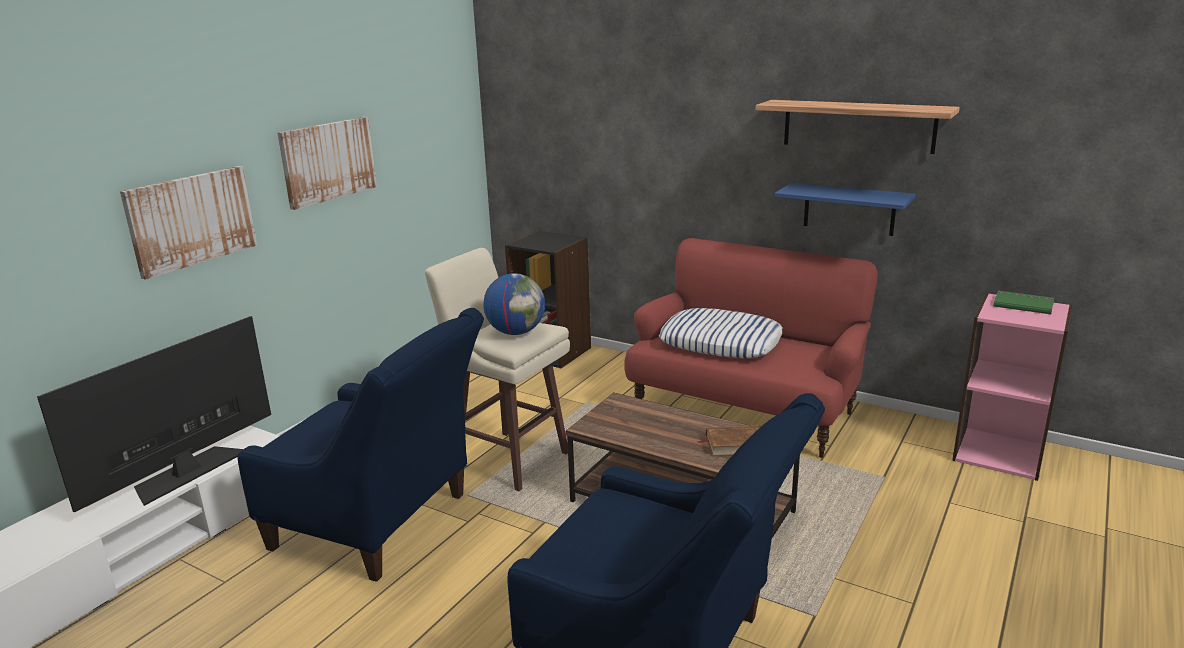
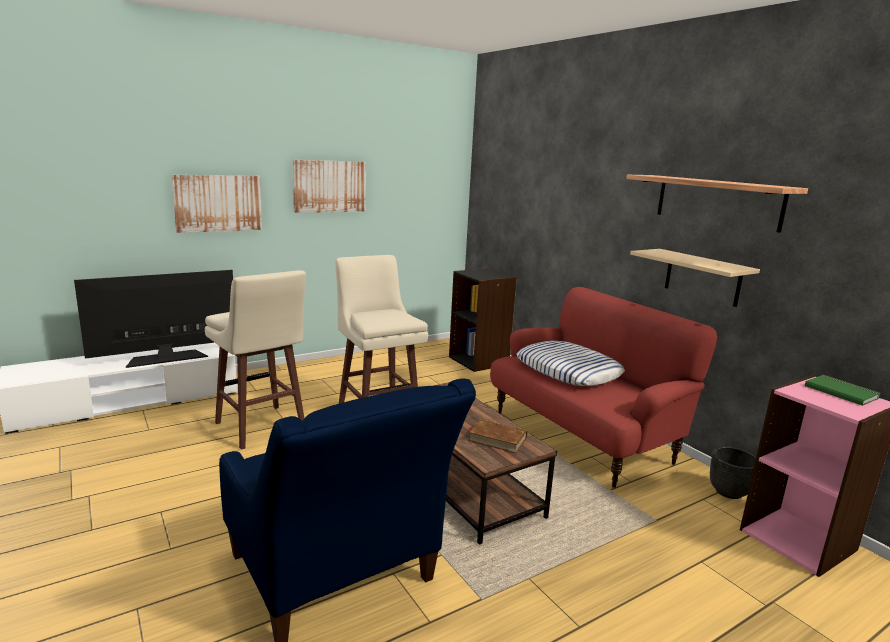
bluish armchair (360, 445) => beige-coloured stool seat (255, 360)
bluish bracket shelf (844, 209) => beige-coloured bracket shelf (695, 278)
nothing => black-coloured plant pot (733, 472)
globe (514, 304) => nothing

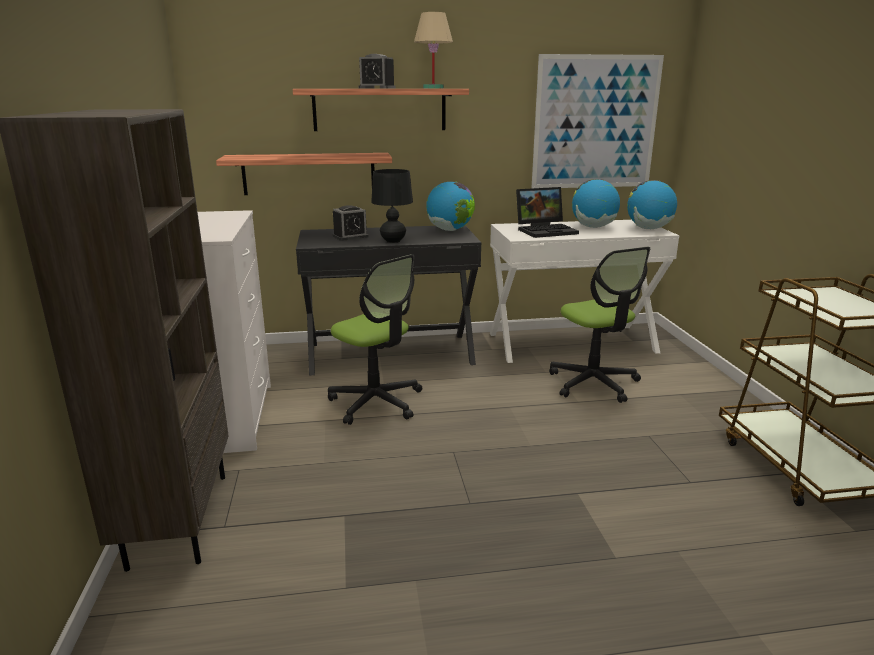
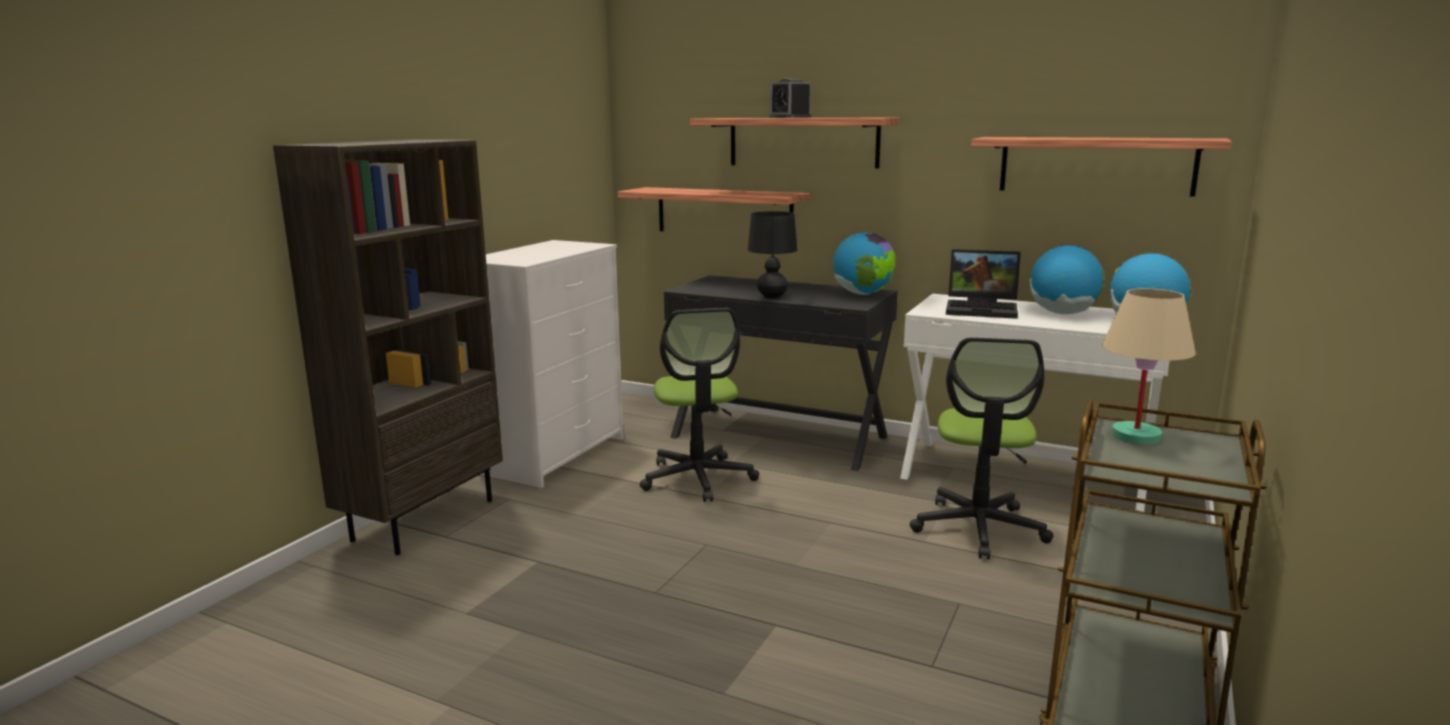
wall picture (598, 121) => bracket shelf (1101, 167)
beige-coloured table lamp (433, 50) => beige-coloured table lamp (1149, 366), move
table clock (351, 223) => nothing

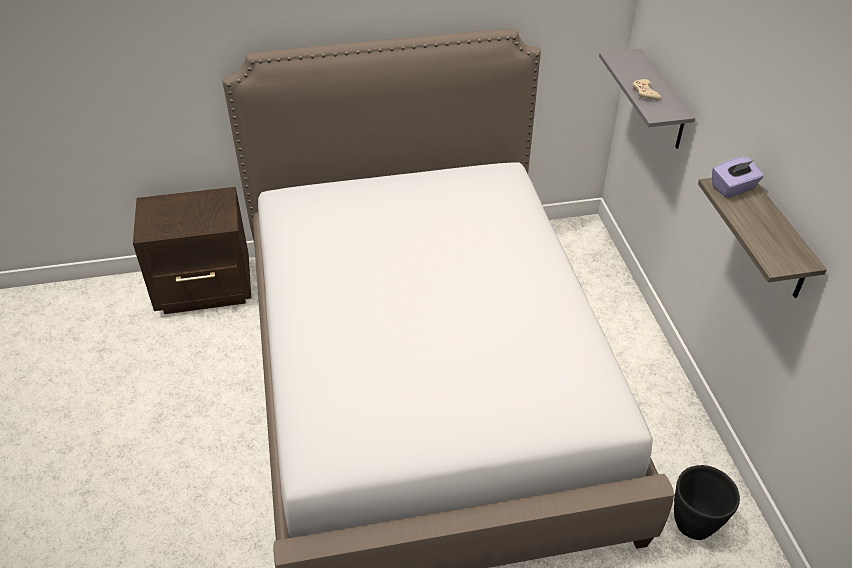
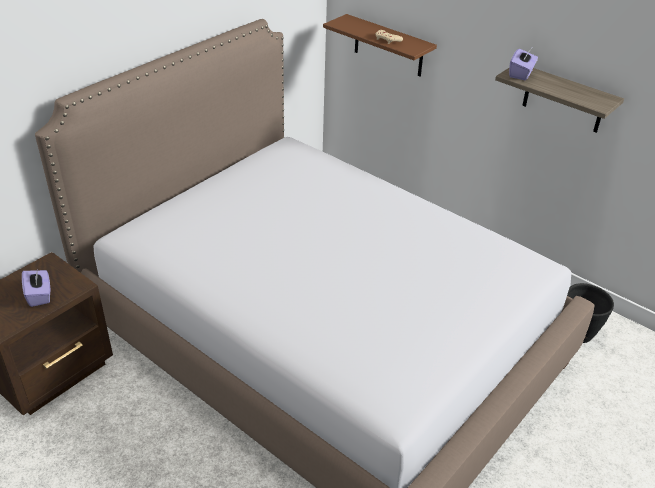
nothing => purple-coloured tissue box (36, 287)
grey bracket shelf (647, 99) => brown bracket shelf (380, 45)

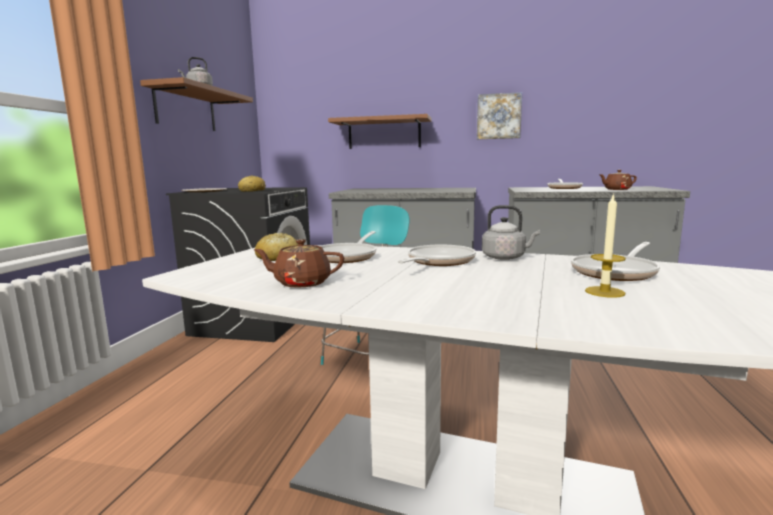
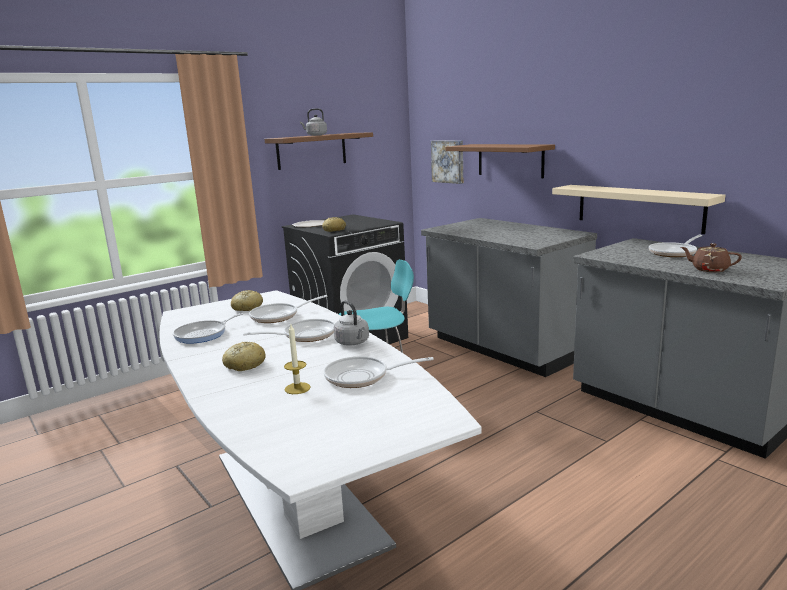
brown teapot (298, 263) => frying pan (208, 328)
nothing => bread (244, 356)
wall picture (499, 115) => wall picture (447, 162), move
nothing => beige-coloured bracket shelf (638, 209)

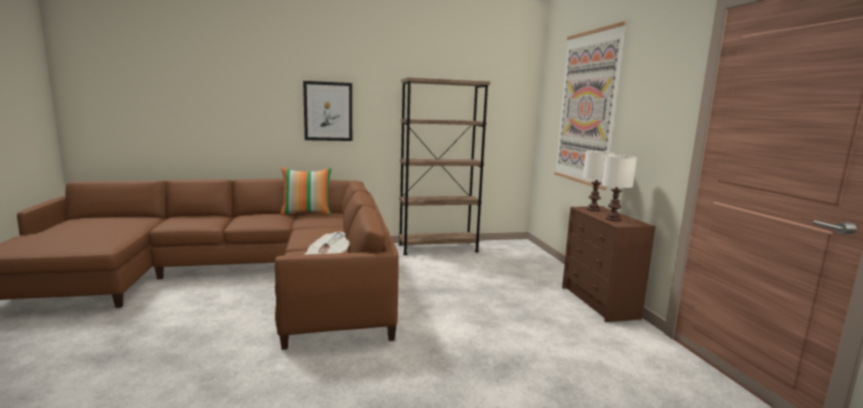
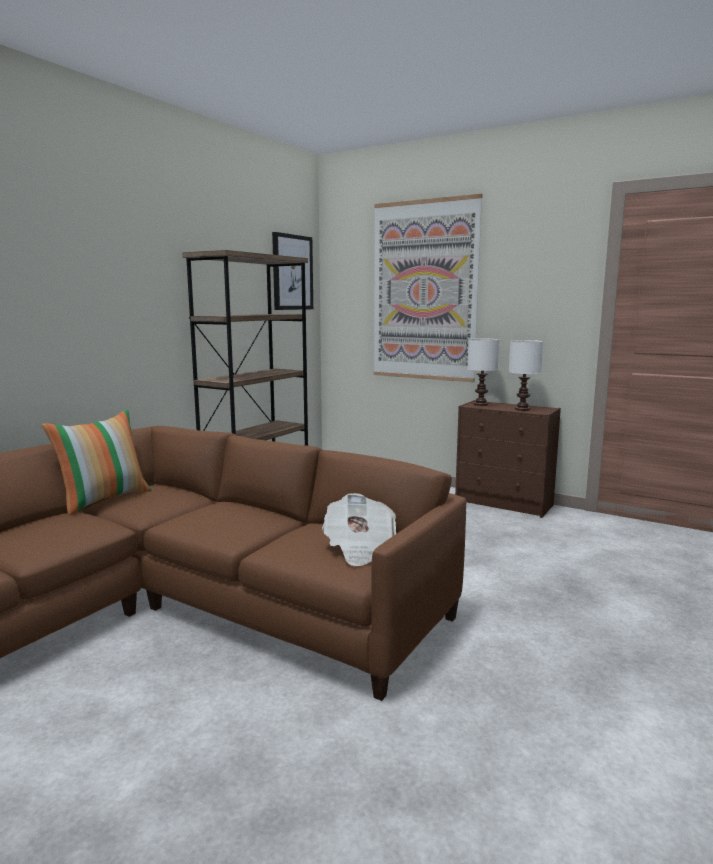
wall picture (327, 111) => wall picture (292, 271), move

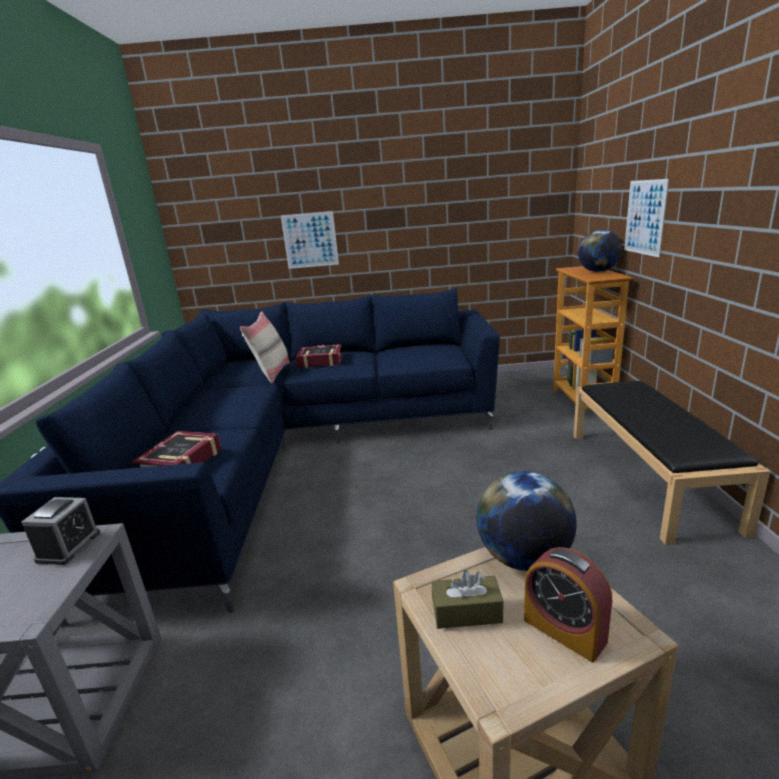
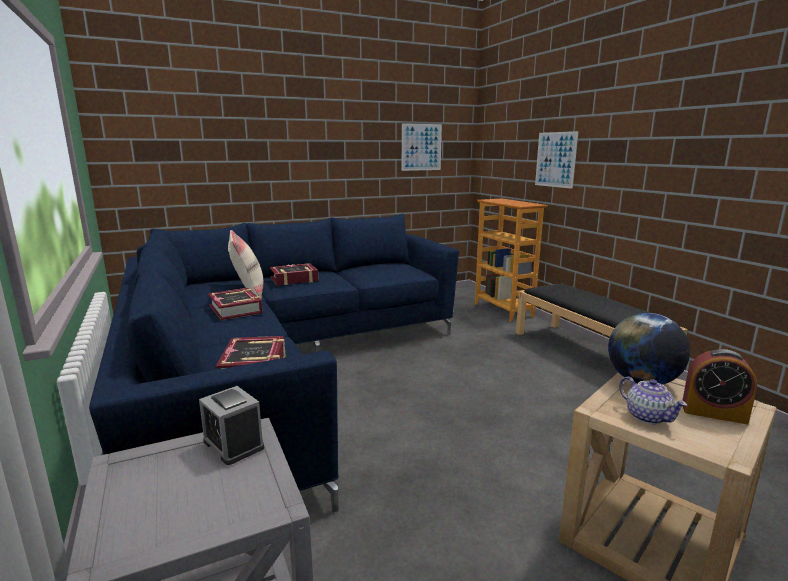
table clock (60, 531) => table clock (231, 425), 150 degrees clockwise
nothing => volume (235, 304)
wall picture (310, 240) => wall picture (422, 147), move
brown tissue box (467, 599) => teapot (653, 400)
globe (600, 251) => nothing

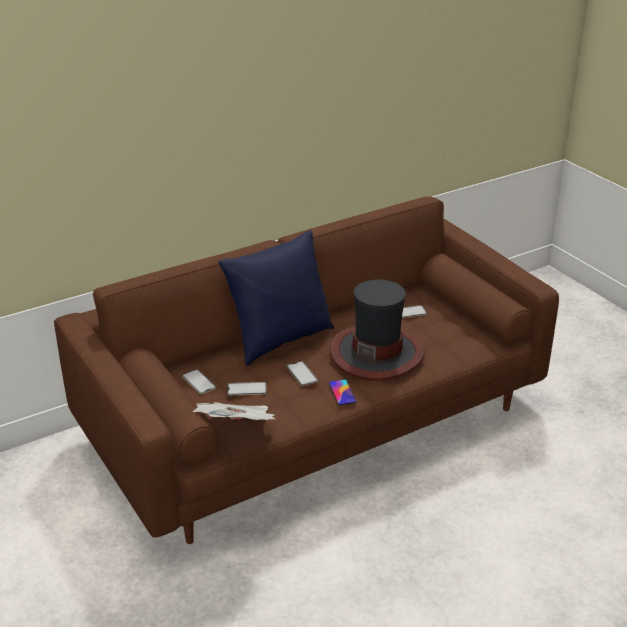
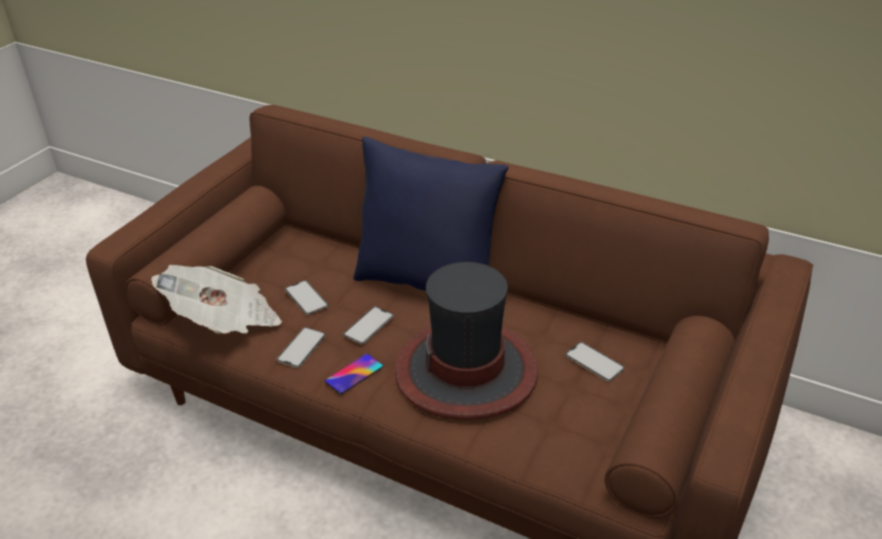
handset (199, 381) => handset (301, 347), move

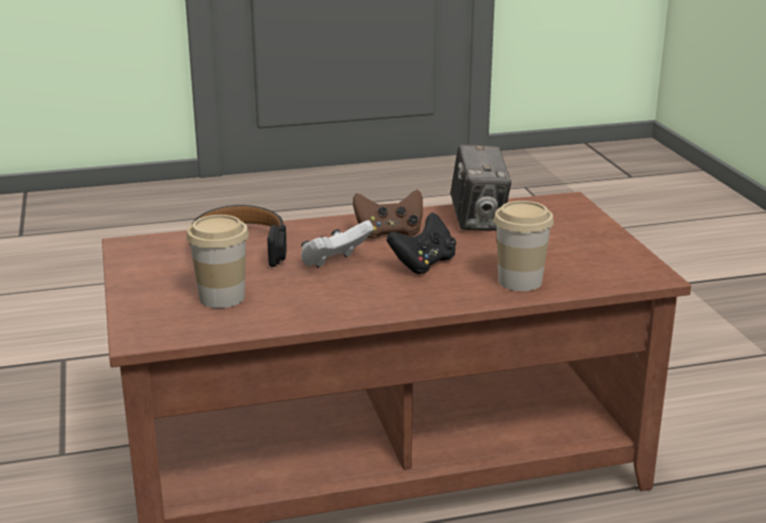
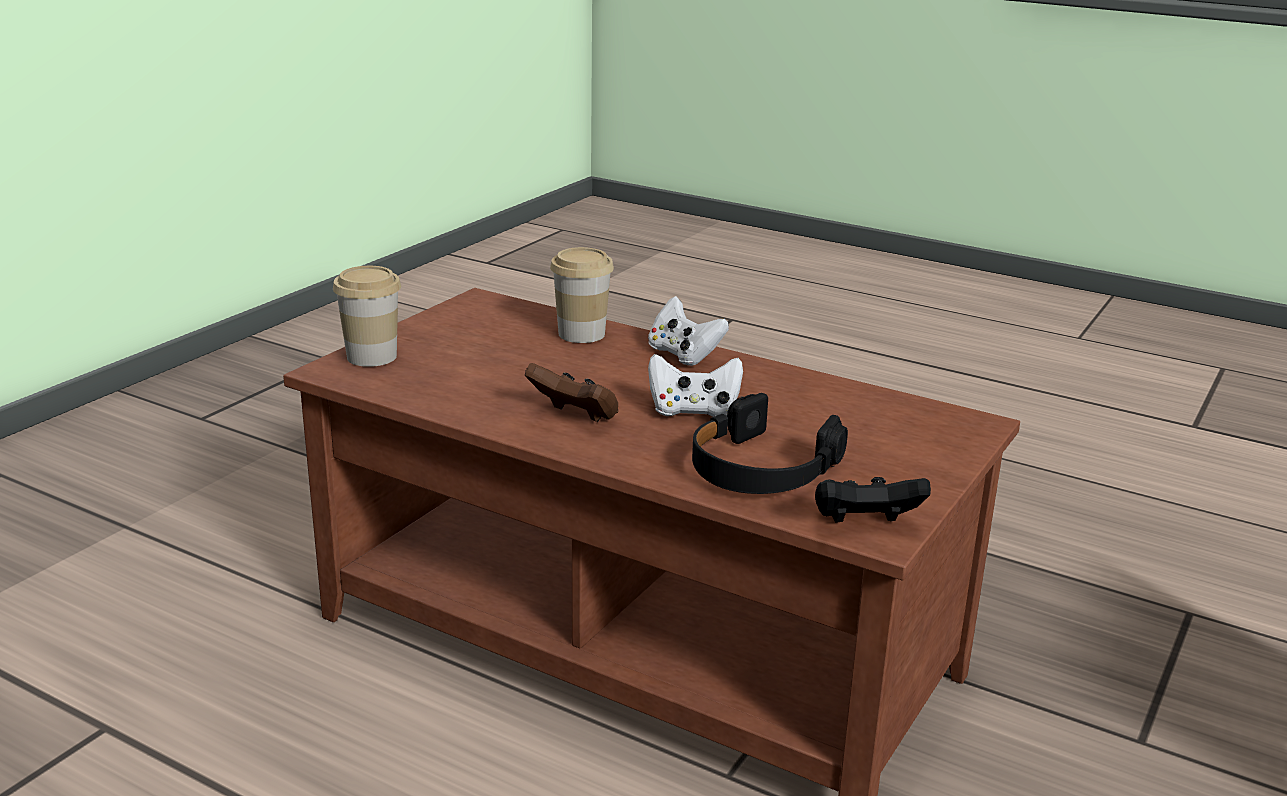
cup (218, 261) => cup (367, 316), move
nothing => whitish joypad (688, 331)
black-coloured joypad (421, 243) => black-coloured joypad (873, 500), move
still camera (481, 187) => nothing

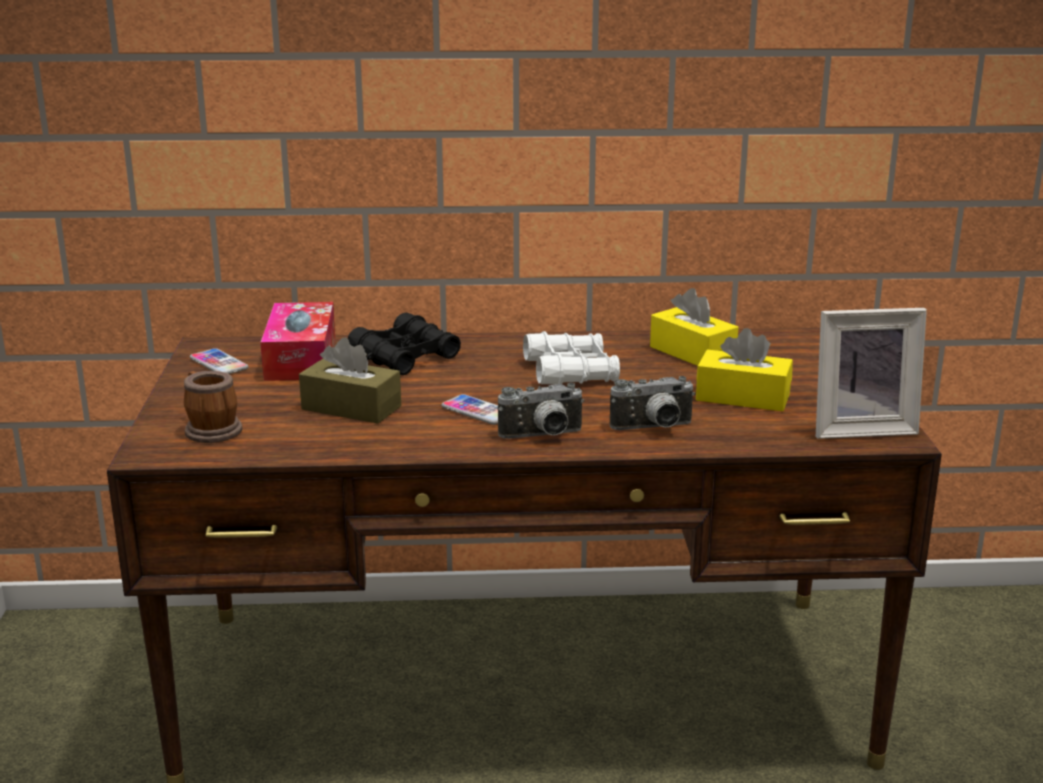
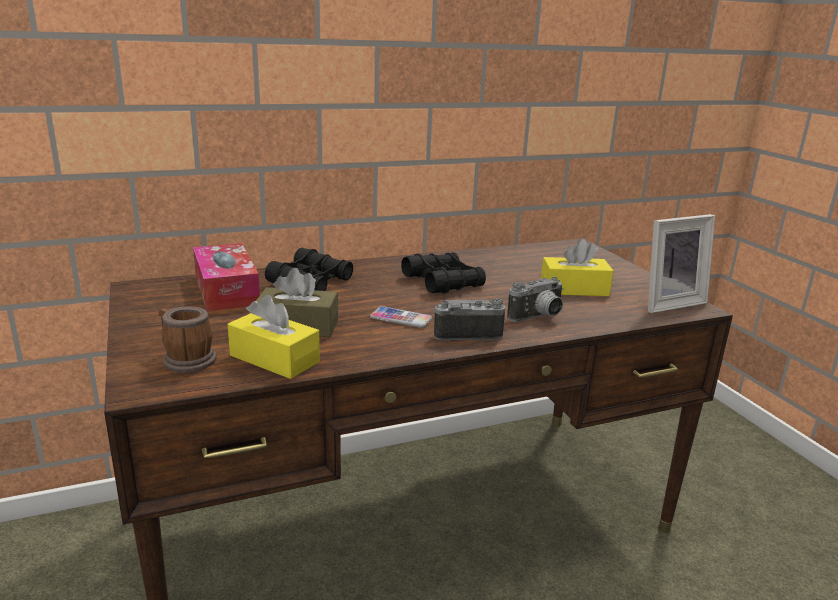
yellow-coloured tissue box (694, 327) => yellow-coloured tissue box (274, 337), move
whitish binoculars (571, 357) => black-coloured binoculars (443, 272)
still camera (541, 411) => still camera (469, 319), 150 degrees counterclockwise
handset (219, 361) => nothing

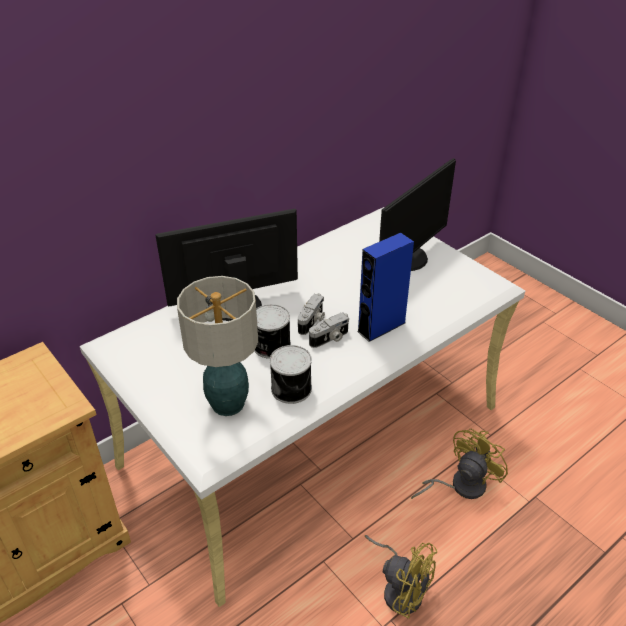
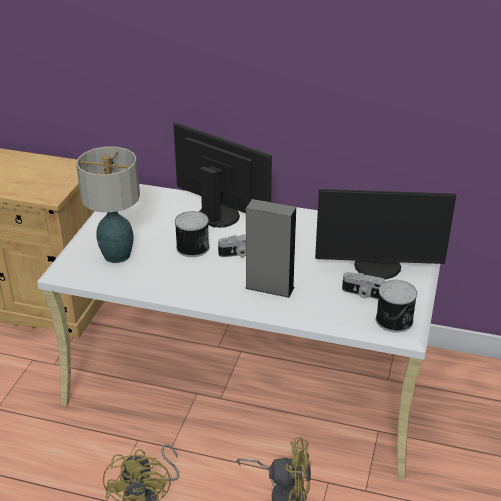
bluish speaker (385, 287) => grey speaker (270, 248)
still camera (329, 330) => still camera (364, 285), move
metal can (291, 374) => metal can (396, 306), move

